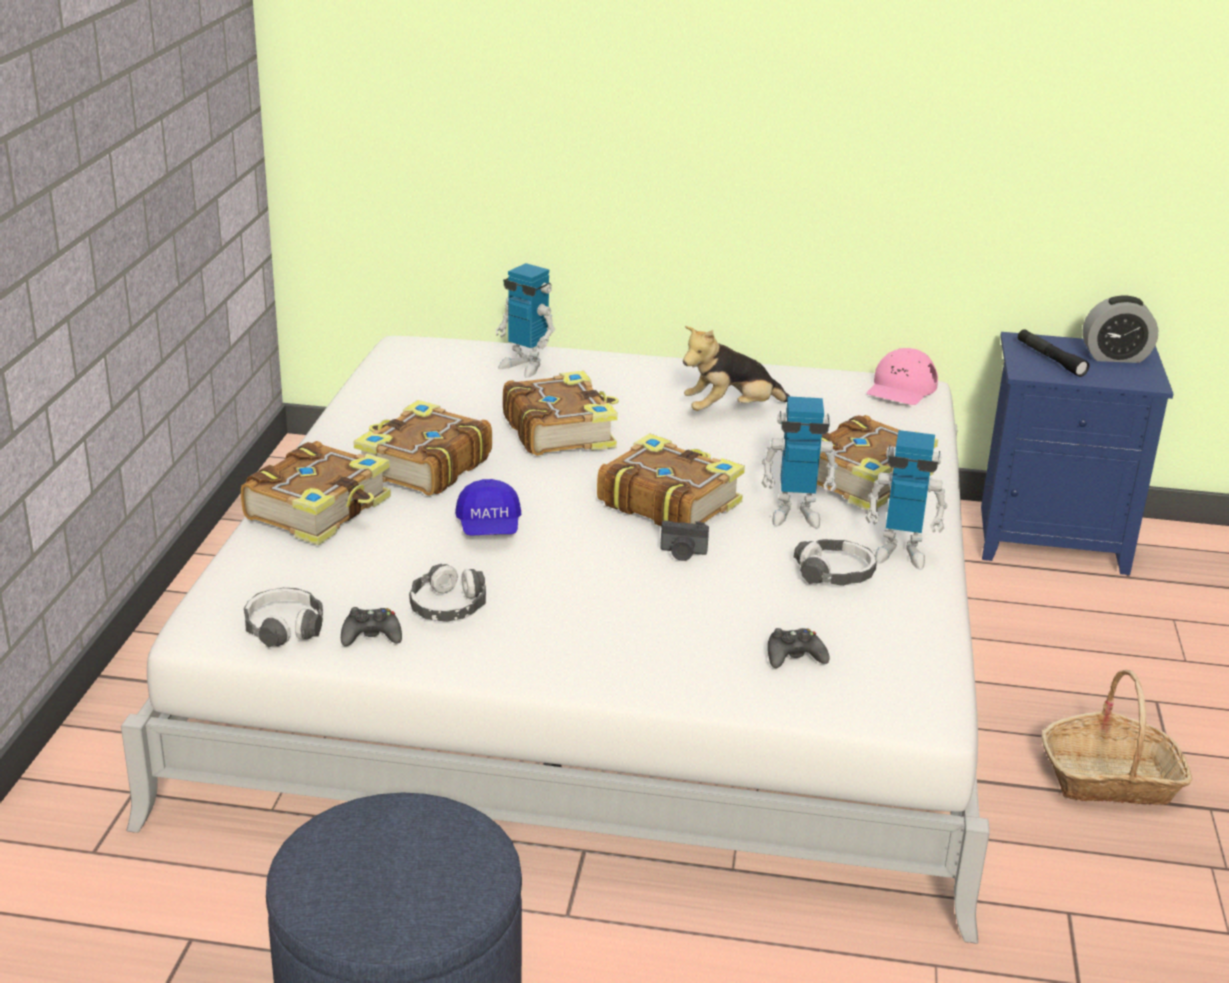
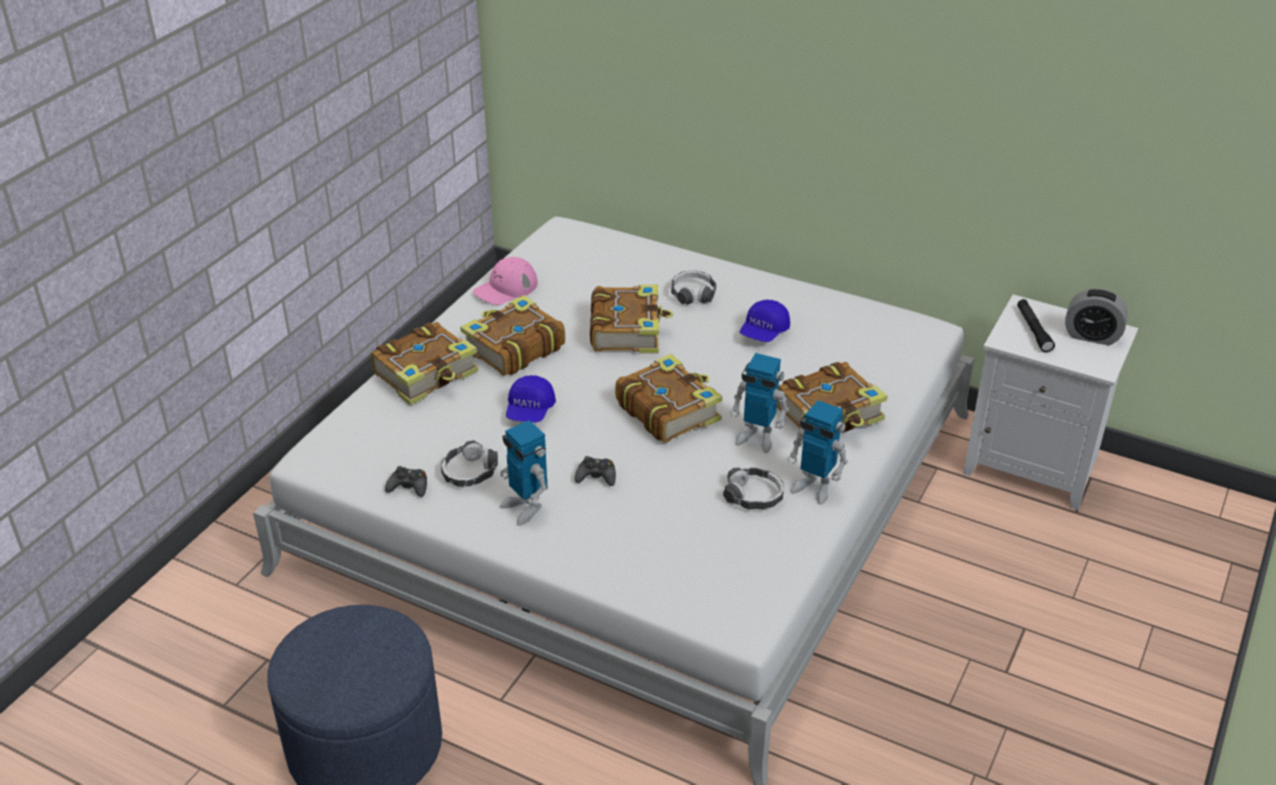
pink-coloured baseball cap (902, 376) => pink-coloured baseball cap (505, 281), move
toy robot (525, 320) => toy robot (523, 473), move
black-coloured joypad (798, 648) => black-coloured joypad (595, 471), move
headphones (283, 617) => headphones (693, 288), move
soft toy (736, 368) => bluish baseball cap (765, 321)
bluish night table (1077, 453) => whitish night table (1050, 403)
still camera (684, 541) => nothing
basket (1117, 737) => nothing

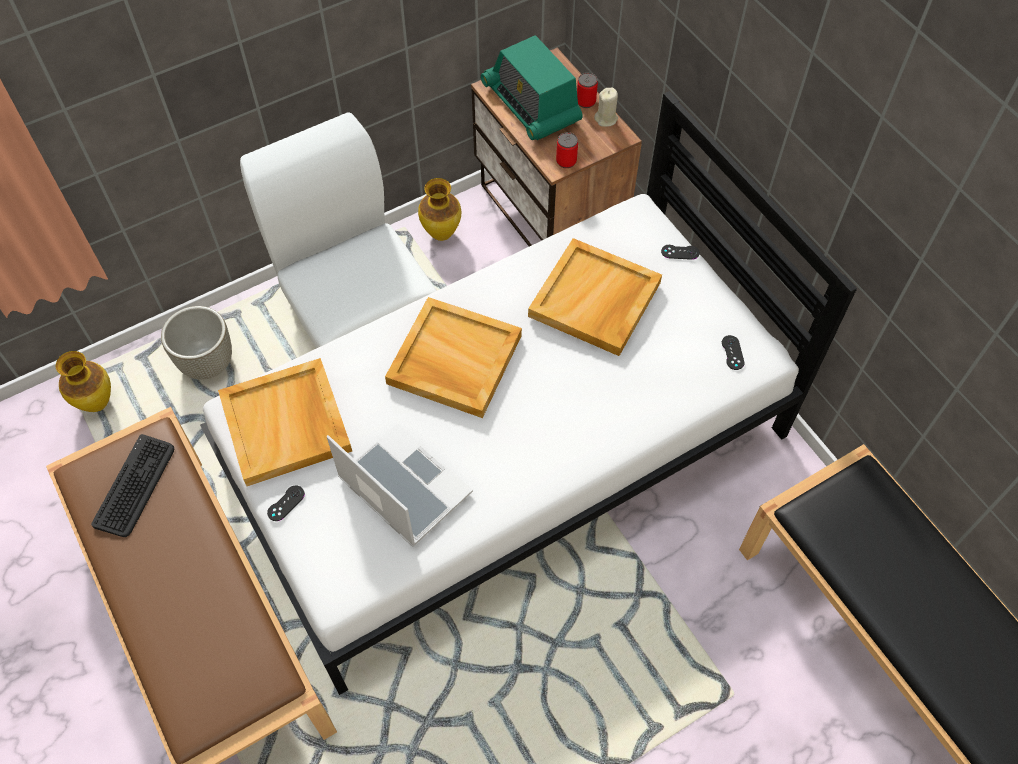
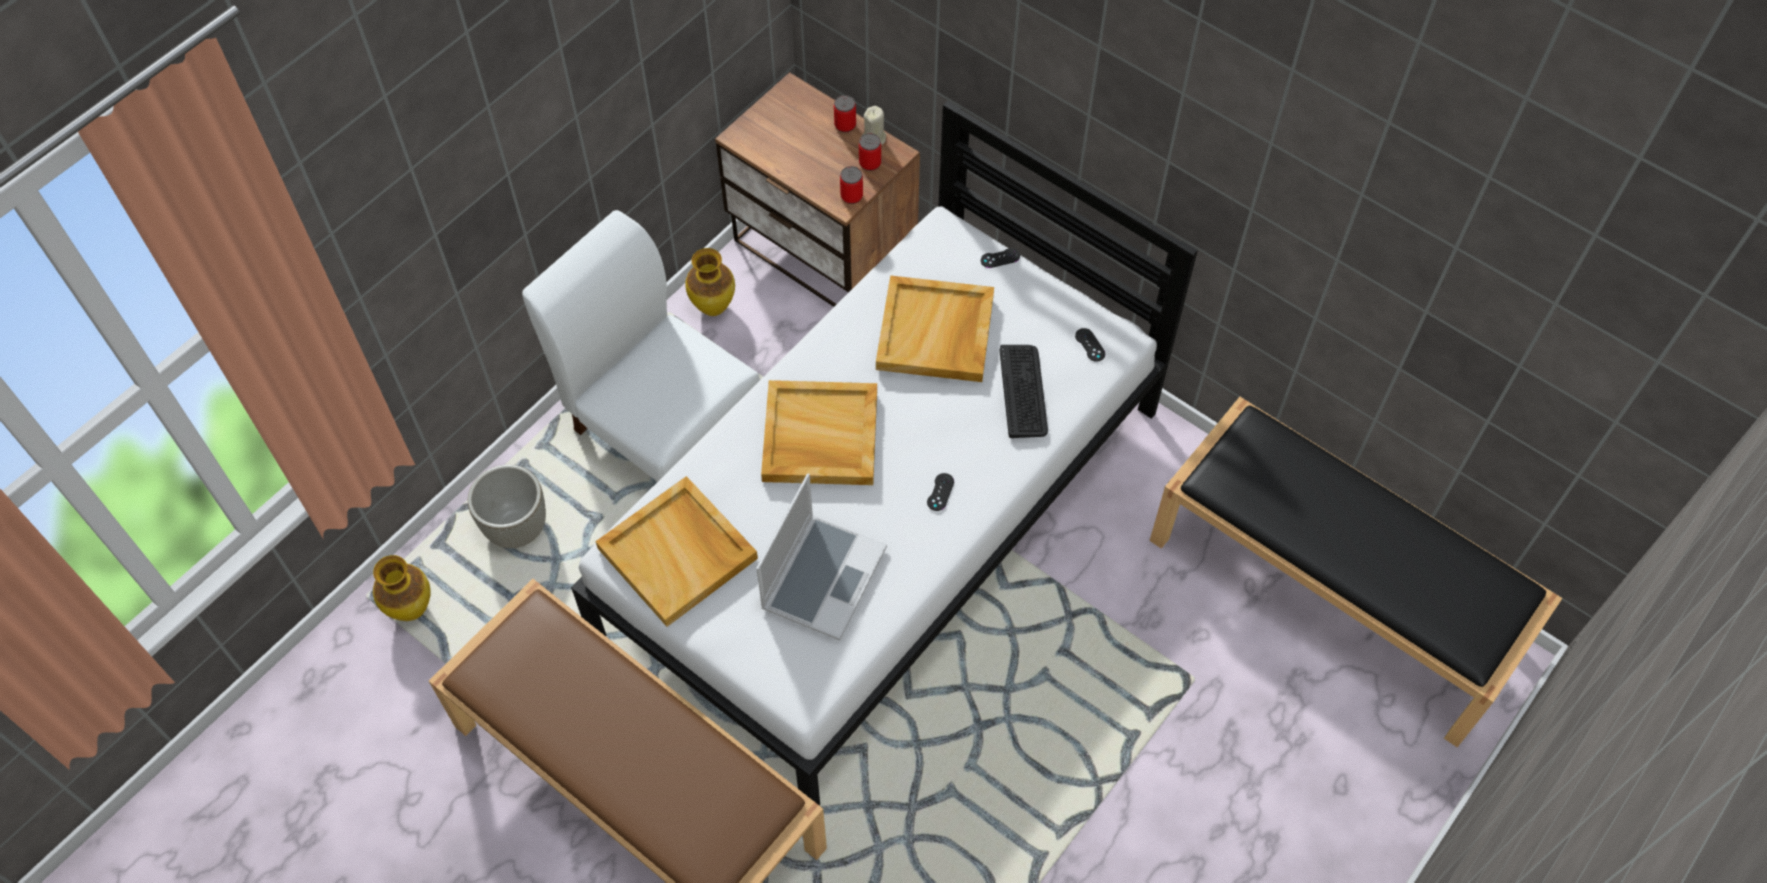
notebook computer (400, 485) => notebook computer (821, 556), 90 degrees clockwise
nothing => metal can (870, 152)
black-coloured joypad (286, 503) => black-coloured joypad (940, 492), move
keyboard (132, 485) => keyboard (1024, 391), move
radio set (532, 87) => nothing

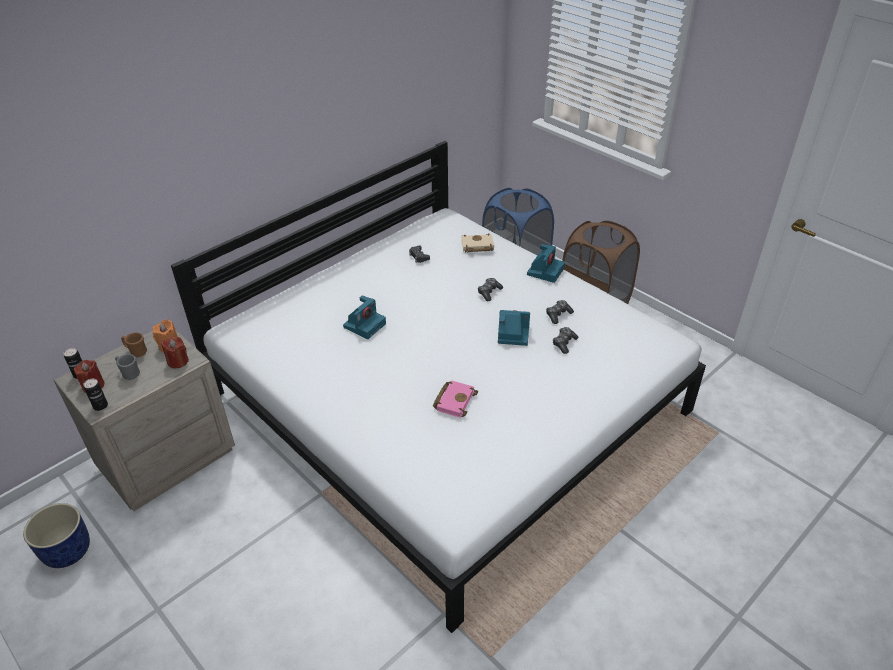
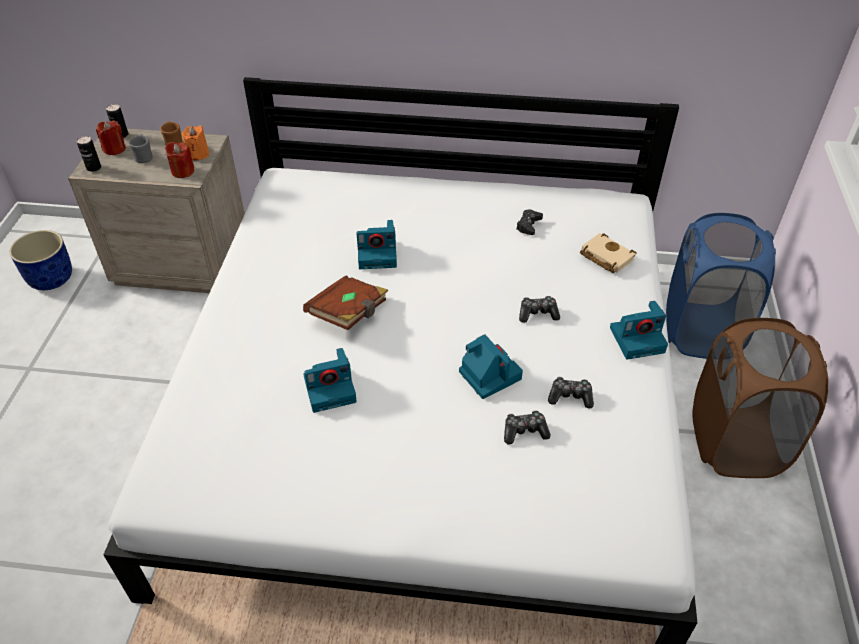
nothing => brown volume (345, 302)
pink-coloured volume (455, 399) => still camera (330, 380)

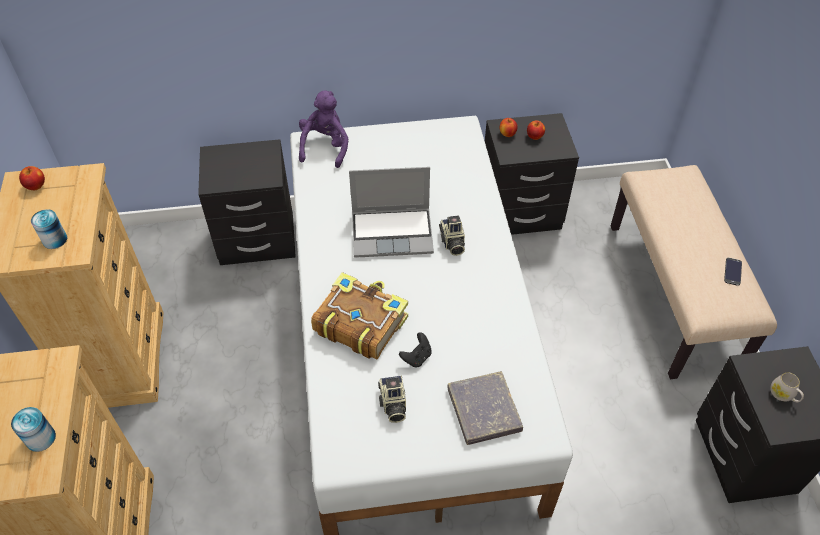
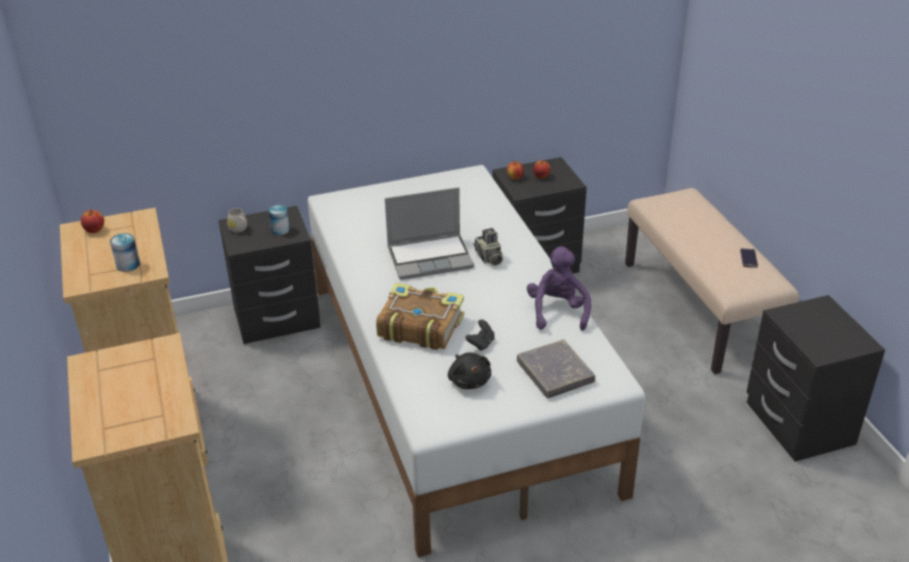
whitish tea mug (787, 387) => whitish tea mug (237, 220), move
metal can (33, 429) => metal can (279, 220), move
still camera (392, 399) => black-coloured soft toy (469, 370)
purple-coloured soft toy (323, 129) => purple-coloured soft toy (559, 288), move

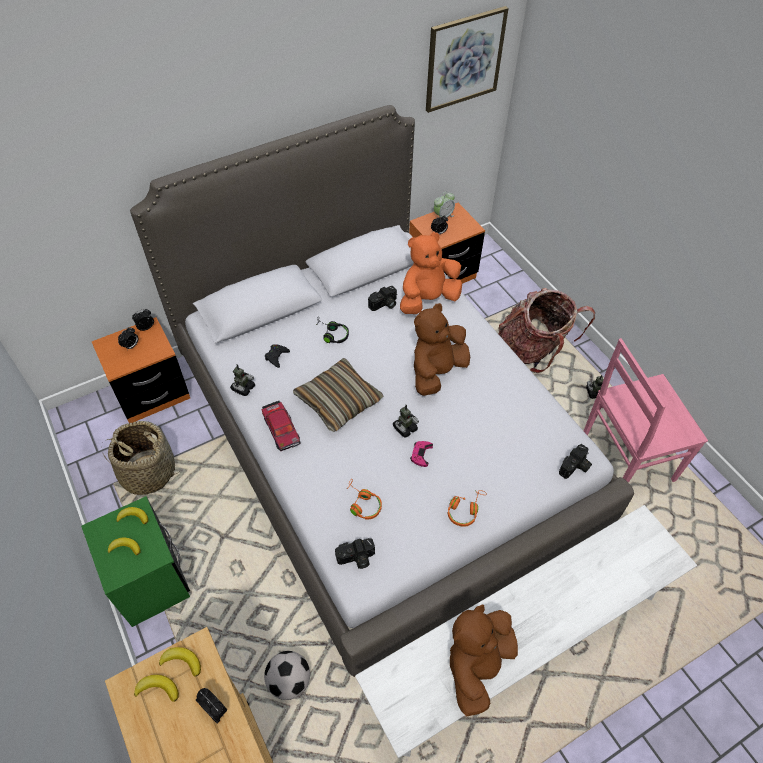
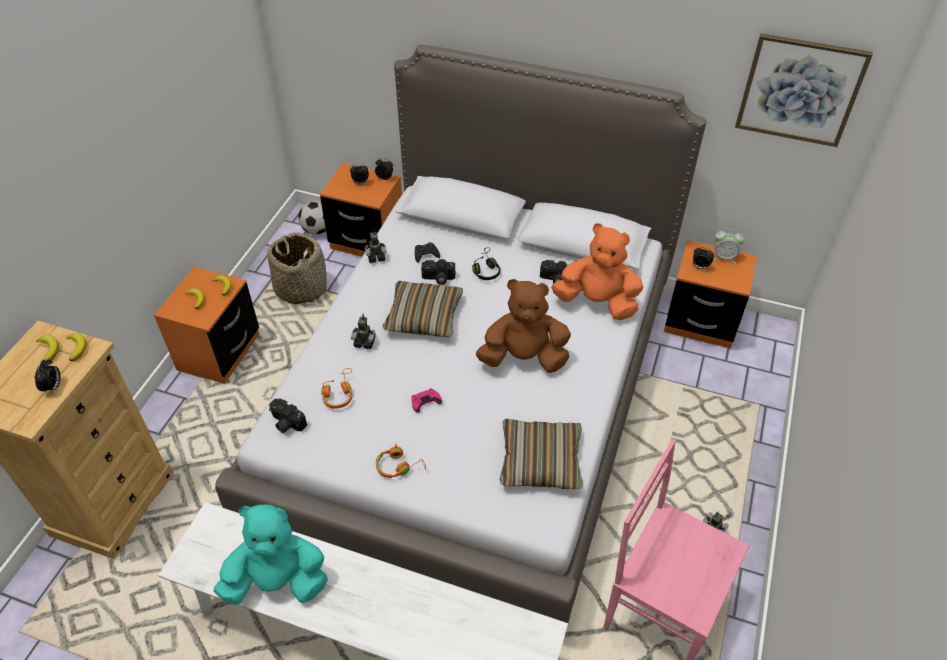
greenish night table (135, 561) => orange-coloured night table (206, 325)
brown soft toy (484, 660) => turquoise soft toy (270, 555)
football ball (287, 675) => football ball (312, 217), move
toy robot (406, 421) => toy robot (363, 331), move
still camera (575, 461) => still camera (438, 272), move
nothing => cushion (541, 454)
model car (280, 426) => nothing
knapsack (546, 330) => nothing

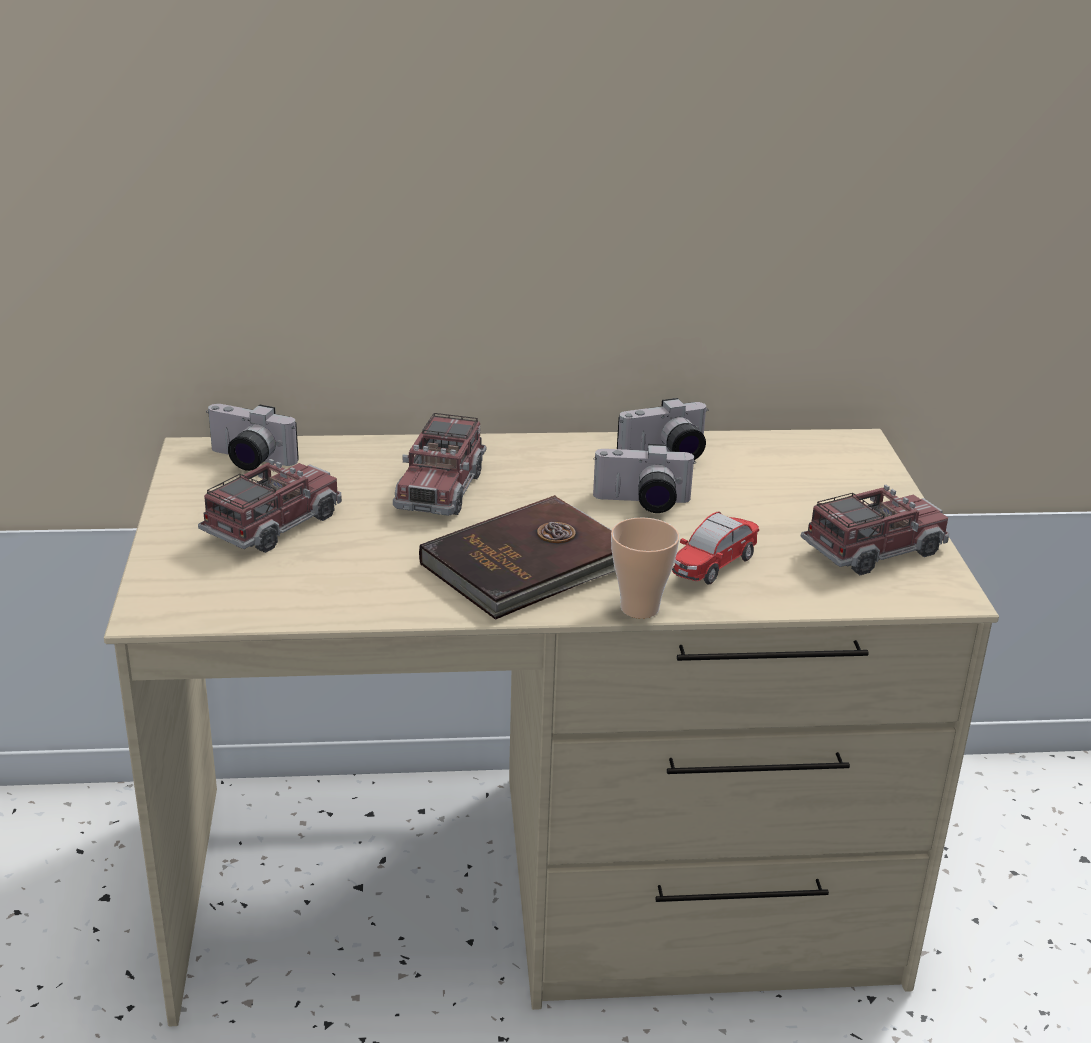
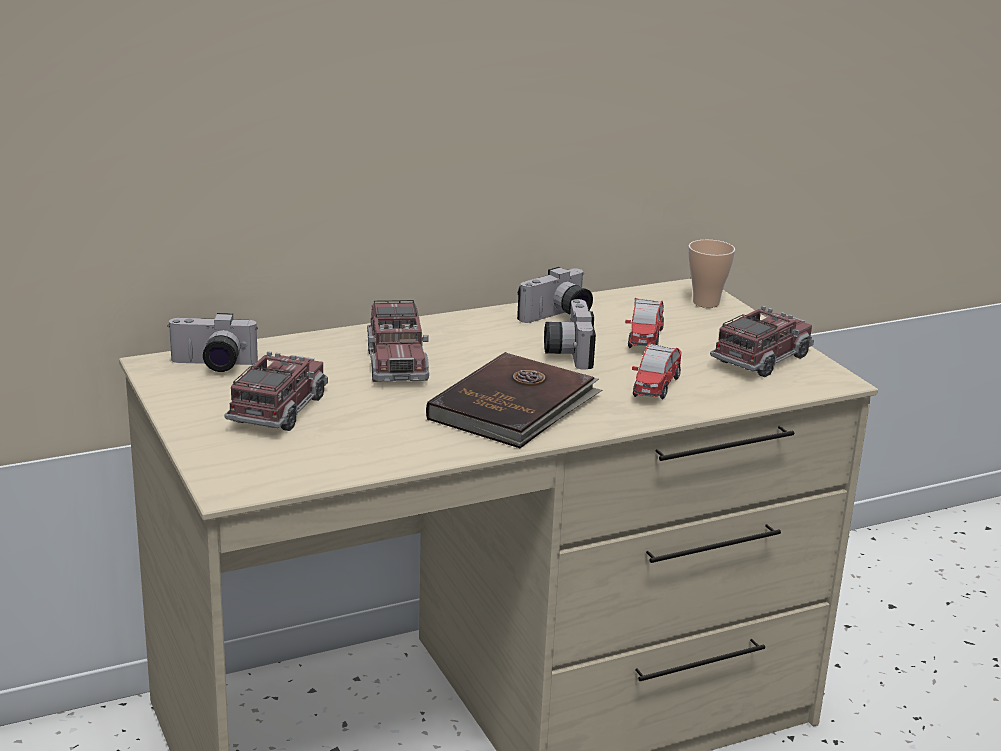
still camera (644, 478) => still camera (570, 334), 105 degrees clockwise
nothing => model car (644, 323)
cup (645, 568) => cup (711, 274), move

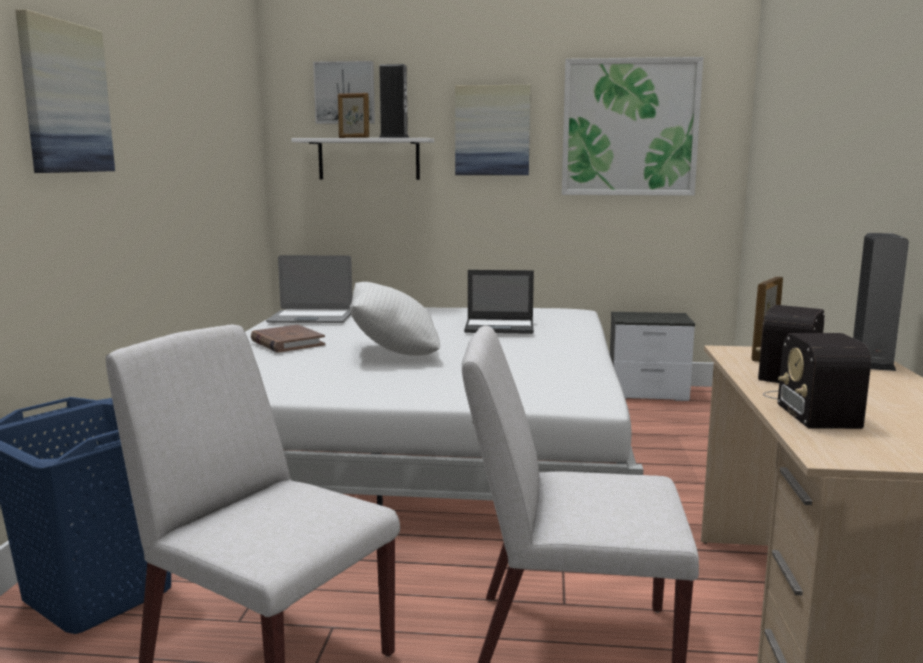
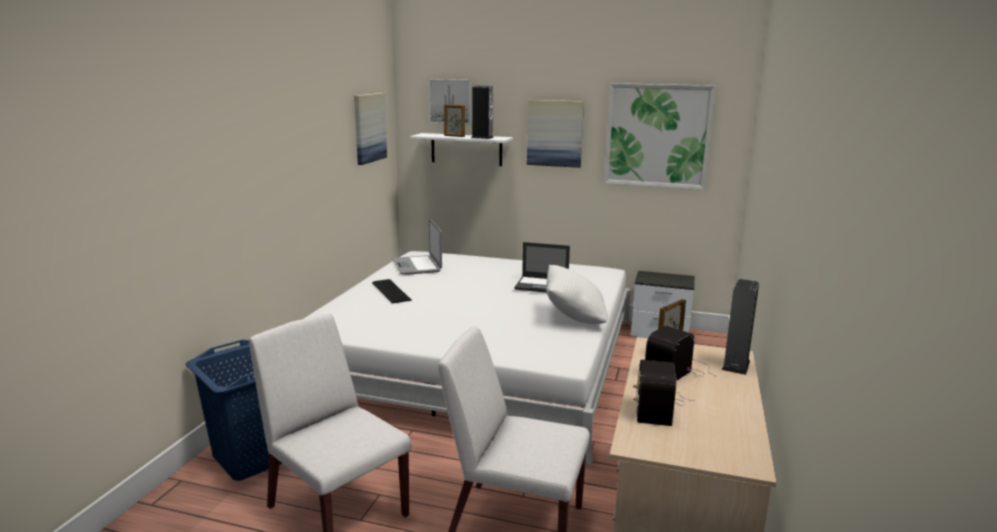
wall picture (65, 91) => wall picture (370, 129), move
brown volume (288, 339) => keyboard (392, 291)
notebook computer (309, 289) => notebook computer (417, 247), 60 degrees clockwise
whitish cushion (395, 319) => whitish cushion (577, 294), move

